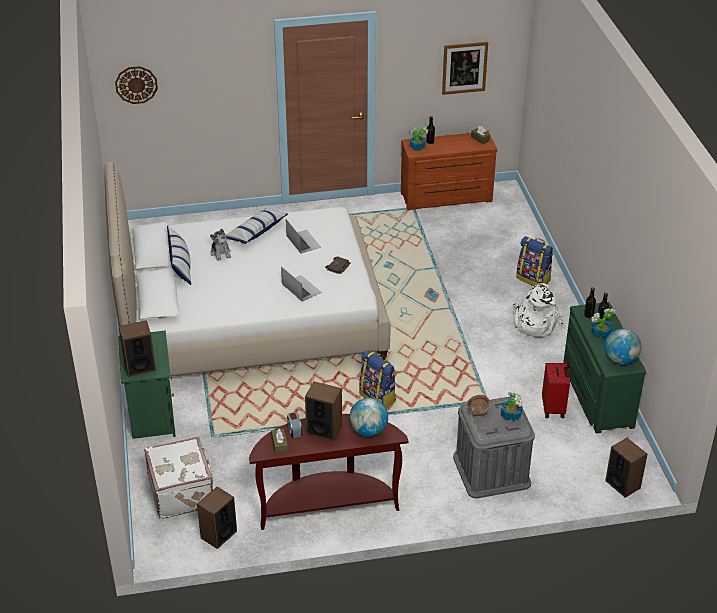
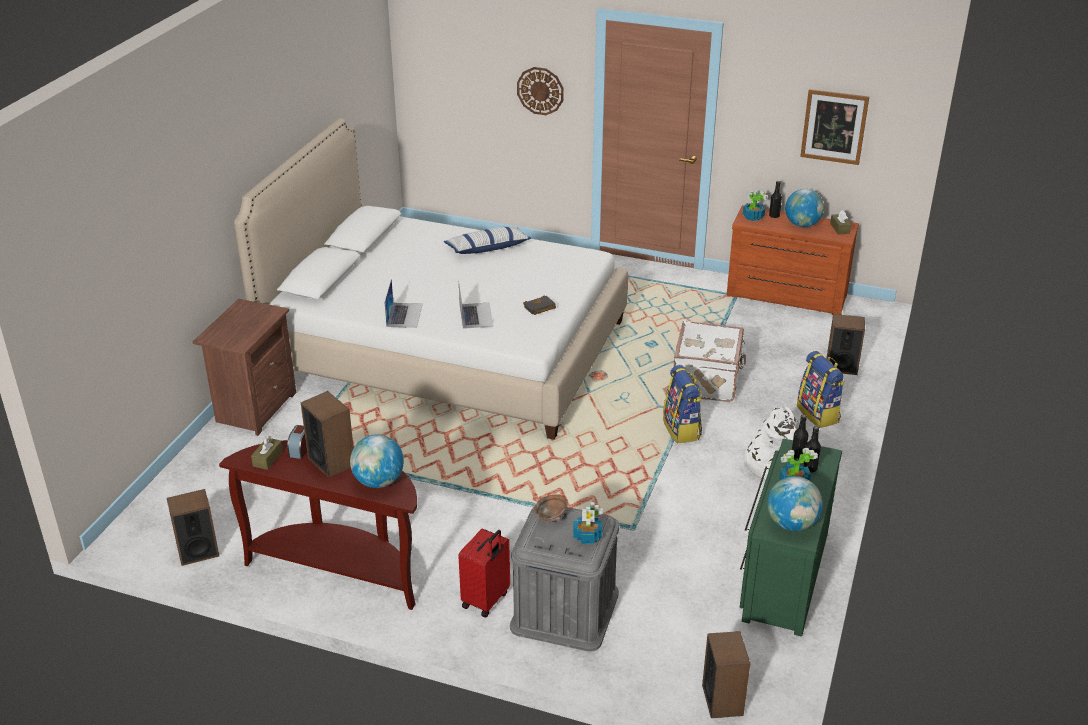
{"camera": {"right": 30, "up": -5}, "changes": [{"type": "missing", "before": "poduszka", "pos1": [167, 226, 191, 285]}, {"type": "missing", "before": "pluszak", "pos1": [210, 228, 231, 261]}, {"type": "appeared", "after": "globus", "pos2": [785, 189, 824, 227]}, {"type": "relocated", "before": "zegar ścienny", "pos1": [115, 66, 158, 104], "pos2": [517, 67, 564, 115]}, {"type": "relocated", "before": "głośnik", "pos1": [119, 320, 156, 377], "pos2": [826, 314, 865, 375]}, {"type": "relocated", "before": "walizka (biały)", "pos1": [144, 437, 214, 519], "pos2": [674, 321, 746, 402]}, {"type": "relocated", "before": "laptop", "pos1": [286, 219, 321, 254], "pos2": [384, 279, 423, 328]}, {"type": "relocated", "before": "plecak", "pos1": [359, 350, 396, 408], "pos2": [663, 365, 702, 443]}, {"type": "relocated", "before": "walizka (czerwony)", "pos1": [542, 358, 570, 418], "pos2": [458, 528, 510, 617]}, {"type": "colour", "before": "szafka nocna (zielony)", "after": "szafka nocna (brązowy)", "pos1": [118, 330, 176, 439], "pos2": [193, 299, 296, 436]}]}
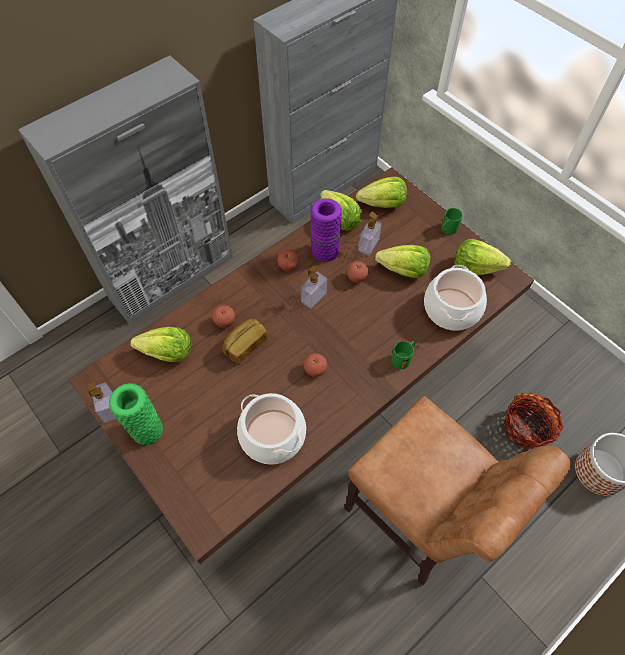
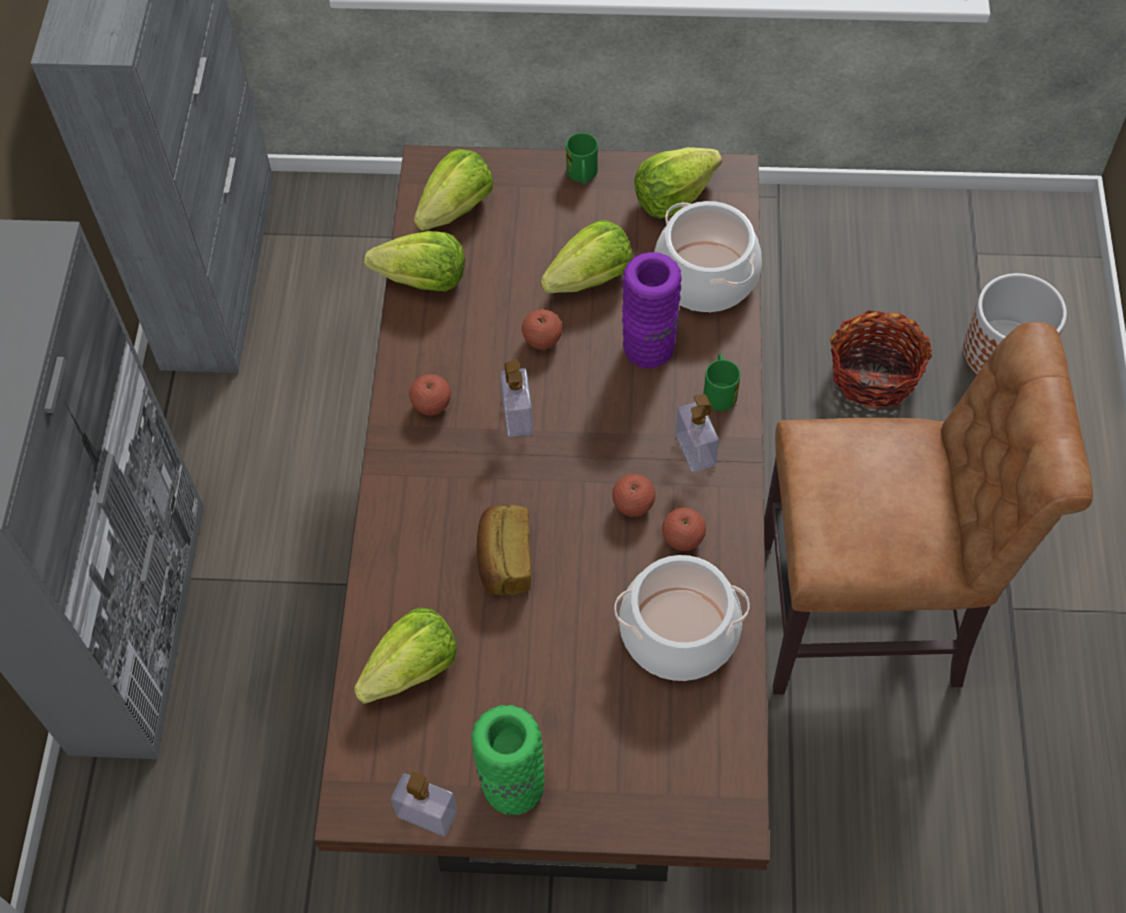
{"camera": {"right": -45, "up": 0}, "changes": [{"type": "relocated", "before": "jabłko", "pos1": [212, 305, 235, 328], "pos2": [662, 507, 706, 551]}, {"type": "relocated", "before": "wazon (fioletowy)", "pos1": [310, 198, 342, 262], "pos2": [622, 252, 682, 368]}, {"type": "relocated", "before": "dozownik mydła", "pos1": [358, 211, 382, 255], "pos2": [676, 394, 719, 472]}]}
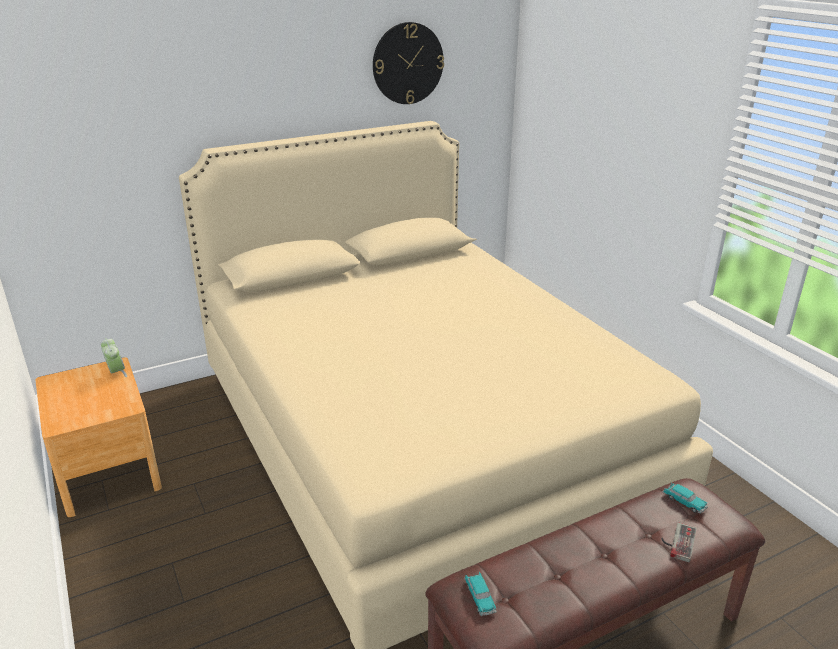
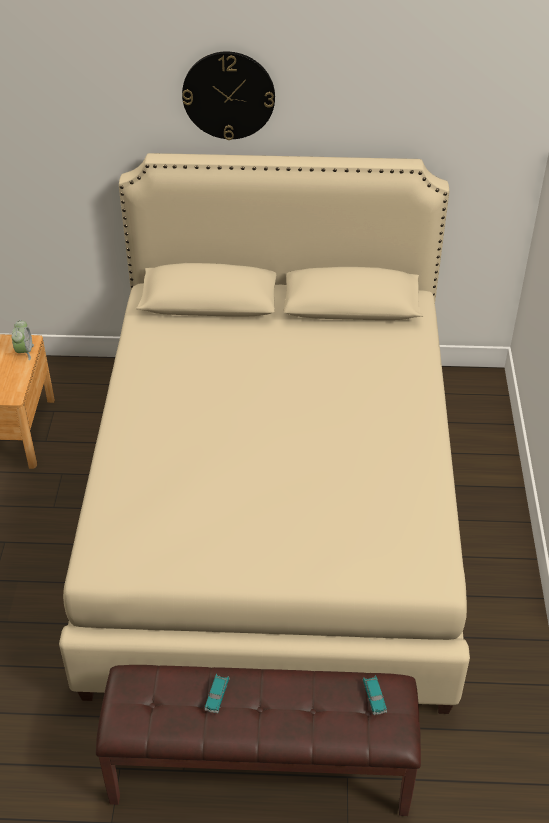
{"camera": {"right": 30, "up": 15}, "changes": [{"type": "missing", "before": "pad do gier", "pos1": [661, 522, 697, 563]}, {"type": "relocated", "before": "zegar ścienny", "pos1": [373, 22, 444, 104], "pos2": [182, 51, 275, 140]}, {"type": "relocated", "before": "samochodzik", "pos1": [464, 572, 497, 616], "pos2": [204, 673, 230, 714]}]}
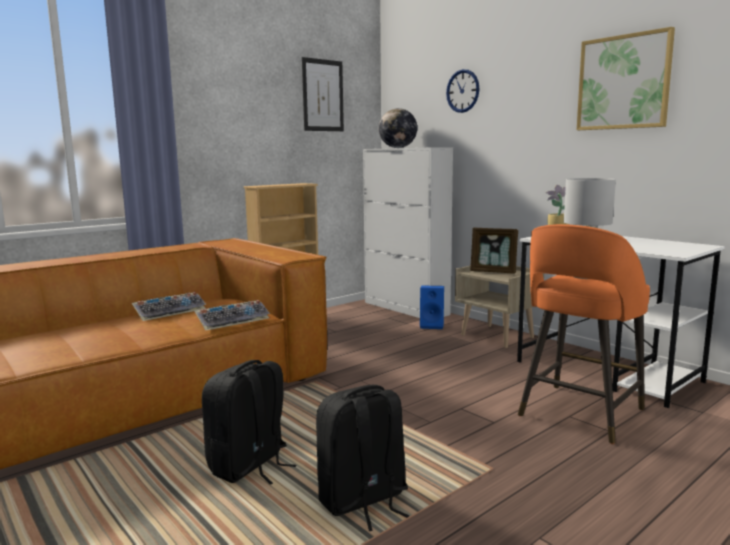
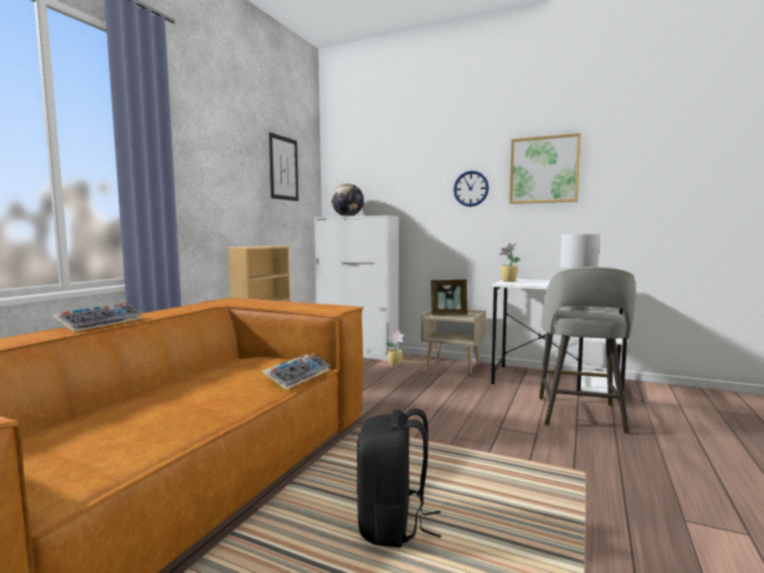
{"camera": {"right": -25, "up": -5}, "changes": [{"type": "missing", "before": "plecak (czarny)", "pos1": [316, 385, 409, 531]}, {"type": "relocated", "before": "klawiatura", "pos1": [132, 292, 206, 321], "pos2": [52, 302, 143, 332]}, {"type": "relocated", "before": "zegar ścienny", "pos1": [446, 69, 480, 113], "pos2": [453, 171, 489, 207]}, {"type": "exchanged", "before": "głośnik (niebieski)", "after": "roślina doniczkowa", "pos1": [420, 285, 444, 329], "pos2": [386, 329, 405, 366]}, {"type": "colour", "before": "stołek (pomarańczowy)", "after": "stołek (szary)", "pos1": [518, 224, 650, 444], "pos2": [539, 267, 635, 434]}]}
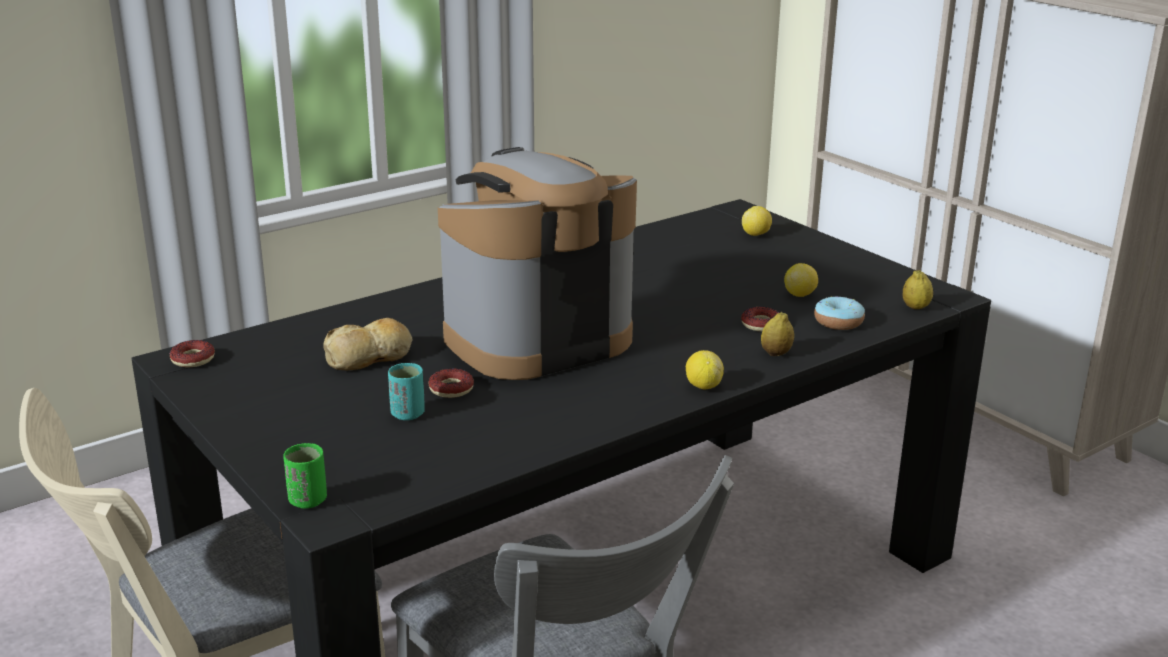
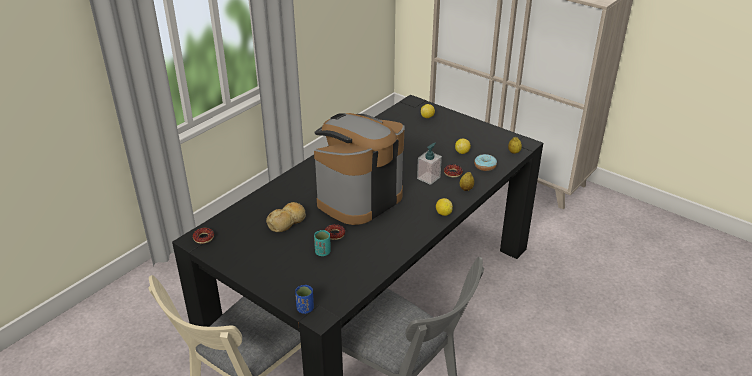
{"camera": {"right": -15, "up": 10}, "changes": [{"type": "appeared", "after": "dozownik mydła", "pos2": [417, 143, 442, 185]}, {"type": "colour", "before": "filiżanka (zielony)", "after": "filiżanka (niebieski)", "pos1": [283, 443, 327, 509], "pos2": [295, 285, 314, 314]}]}
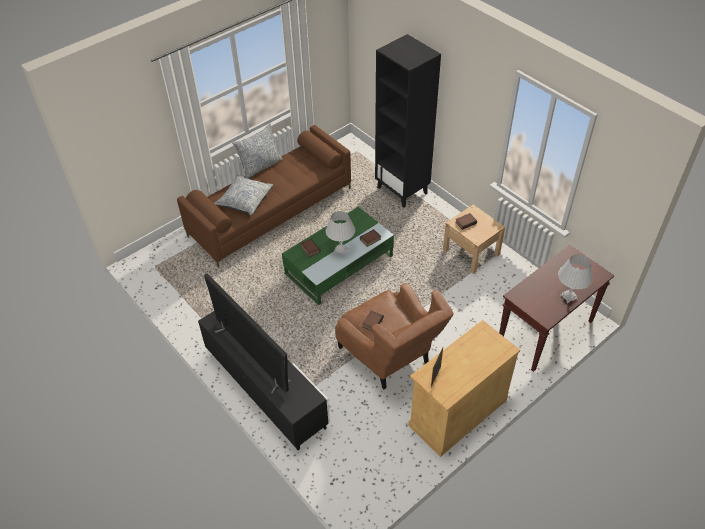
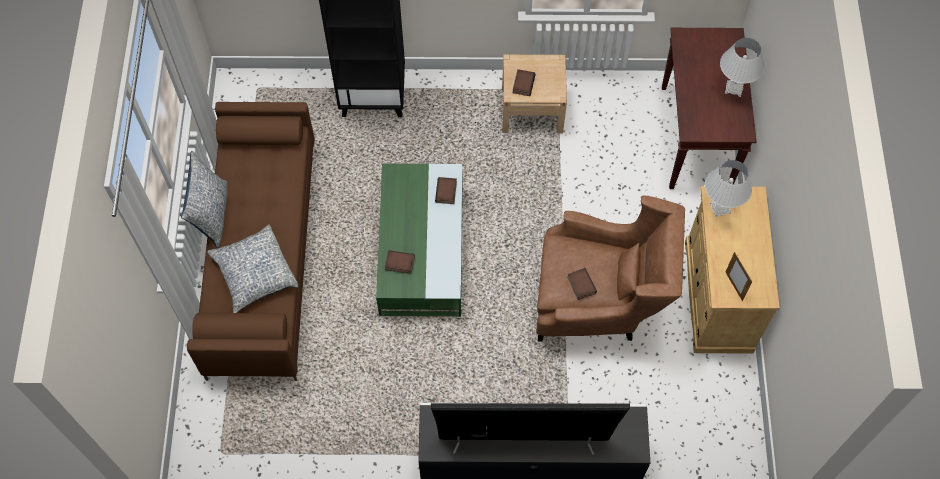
{"camera": {"right": -50, "up": 15}, "changes": [{"type": "relocated", "before": "lampa stołowa (biały)", "pos1": [326, 211, 355, 255], "pos2": [705, 160, 752, 218]}]}
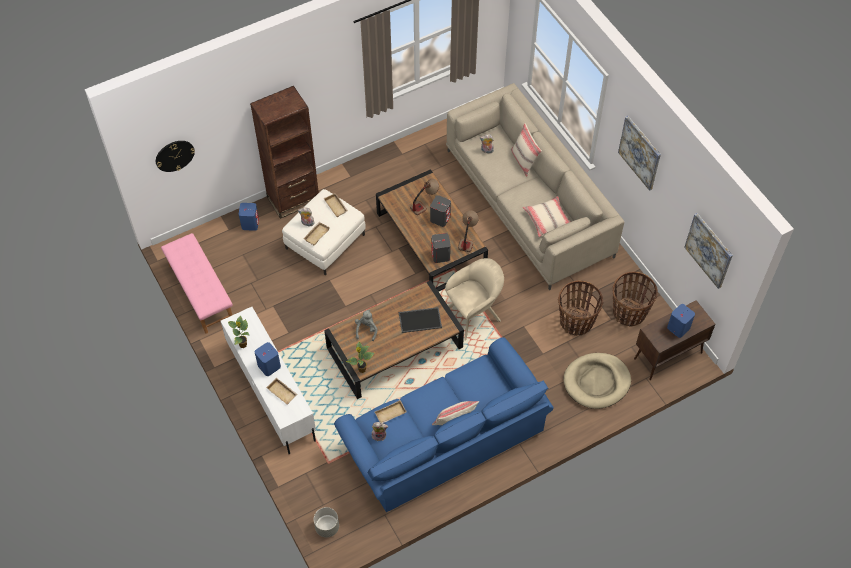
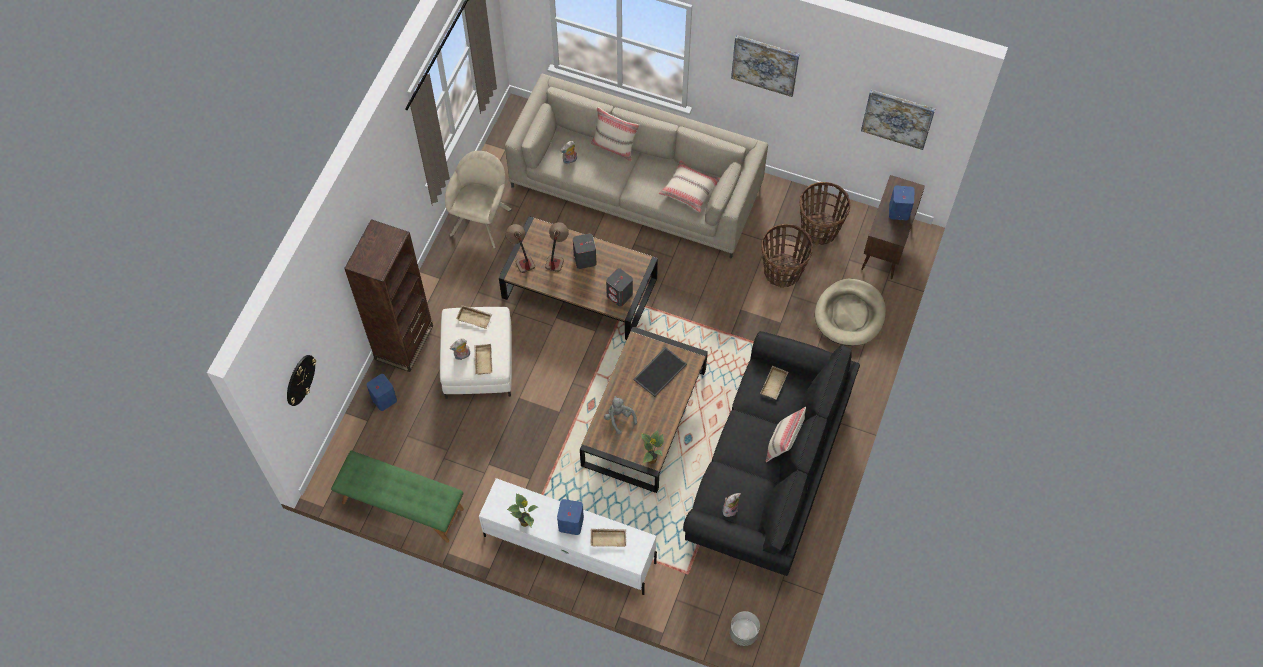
{"camera": {"right": -40, "up": 5}, "changes": [{"type": "relocated", "before": "taca (beżowy)", "pos1": [375, 400, 406, 423], "pos2": [761, 366, 788, 400]}, {"type": "relocated", "before": "fotel (beżowy)", "pos1": [445, 258, 504, 341], "pos2": [445, 151, 512, 249]}, {"type": "relocated", "before": "lampa stołowa", "pos1": [458, 210, 479, 252], "pos2": [506, 224, 535, 273]}, {"type": "colour", "before": "ławka (różowy)", "after": "ławka (zielony)", "pos1": [161, 233, 233, 334], "pos2": [331, 451, 464, 543]}, {"type": "colour", "before": "kanapa (niebieski)", "after": "kanapa (czarny)", "pos1": [334, 337, 553, 512], "pos2": [683, 331, 860, 576]}]}
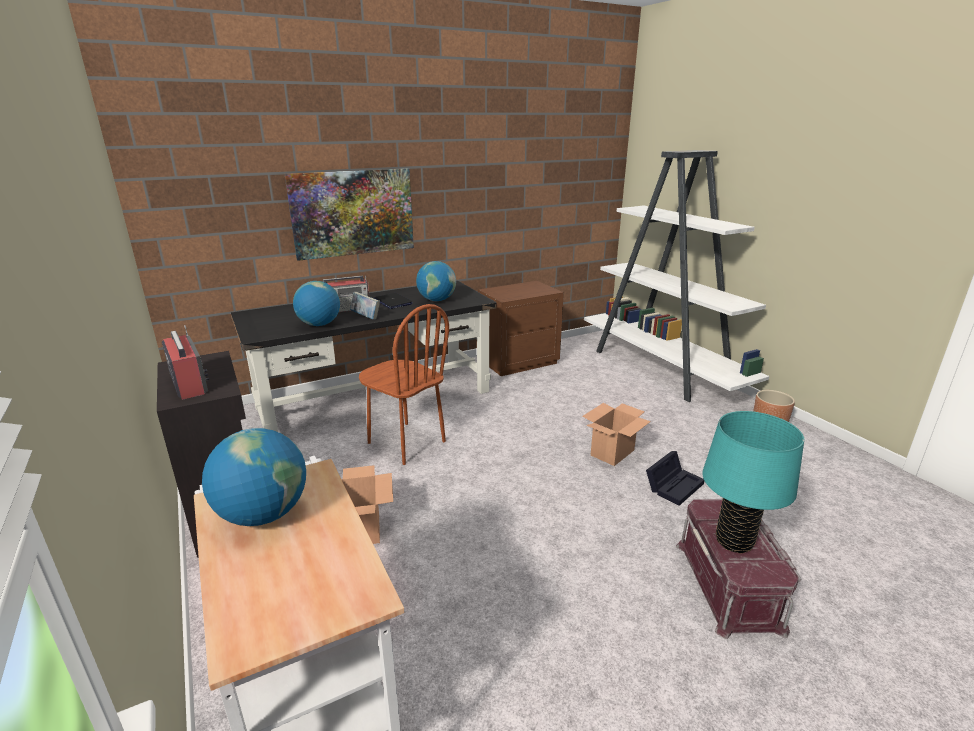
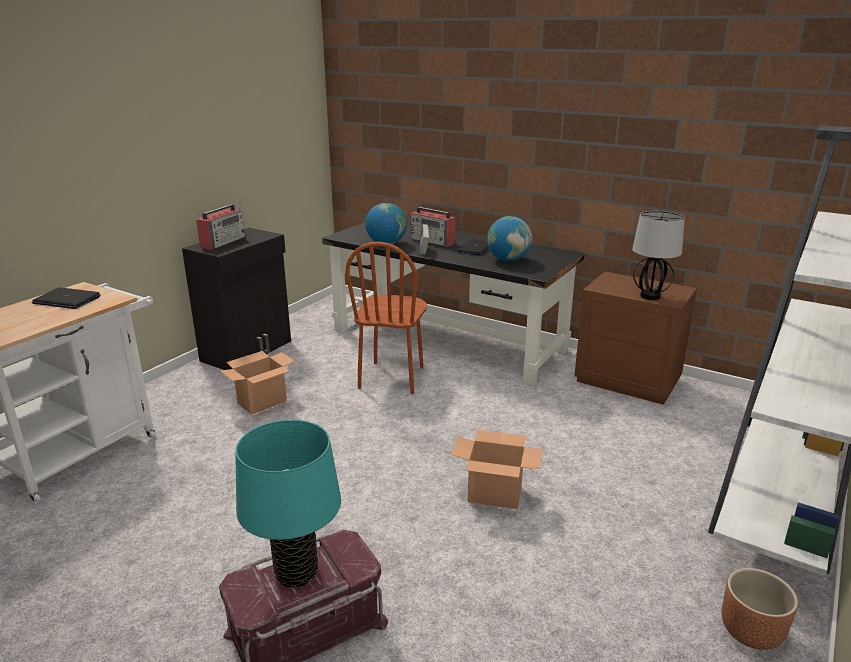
{"camera": {"right": 60, "up": 0}, "changes": [{"type": "missing", "before": "obraz", "pos1": [285, 168, 414, 261]}, {"type": "missing", "before": "pojemnik do przechowywania (czarny)", "pos1": [646, 451, 704, 506]}, {"type": "appeared", "after": "lampa stołowa", "pos2": [632, 211, 685, 300]}, {"type": "exchanged", "before": "globus", "after": "laptop", "pos1": [202, 428, 306, 526], "pos2": [32, 288, 101, 309]}]}
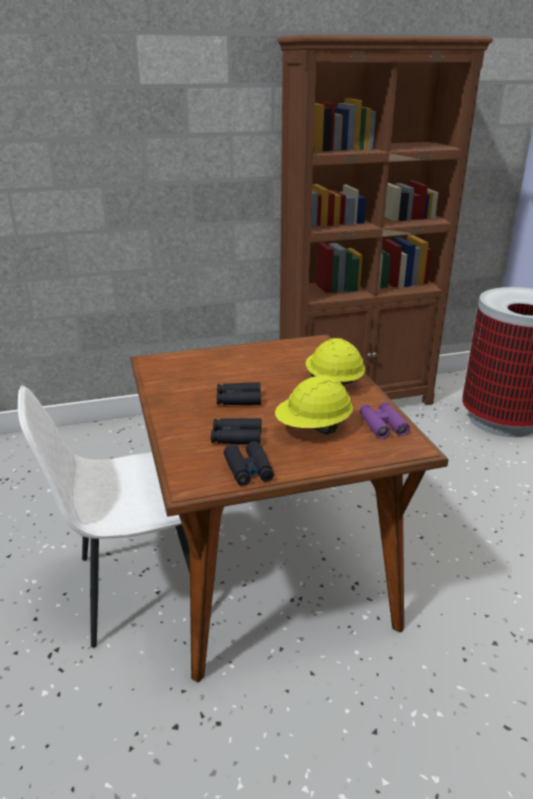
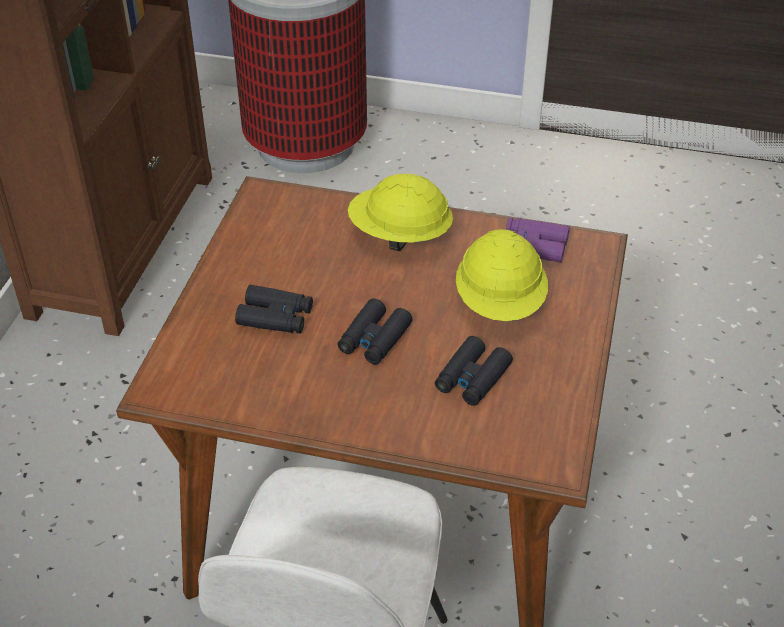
{"camera": {"right": -60, "up": 15}, "changes": [{"type": "relocated", "before": "lornetka (czarny)", "pos1": [224, 441, 274, 486], "pos2": [235, 285, 313, 334]}]}
